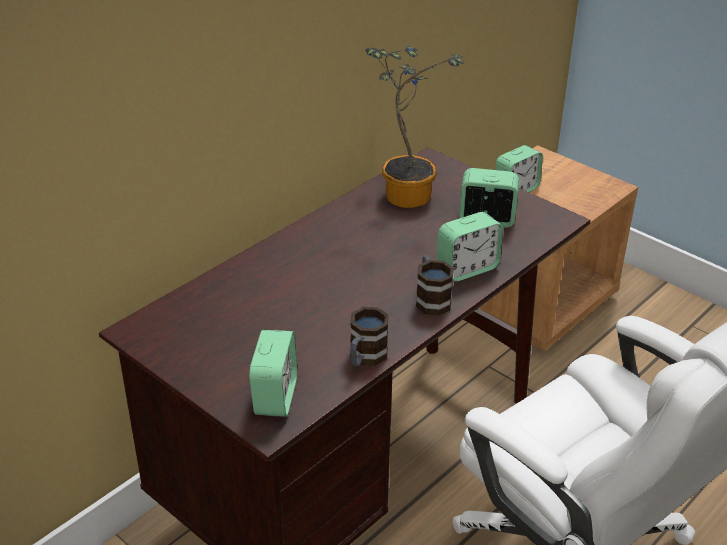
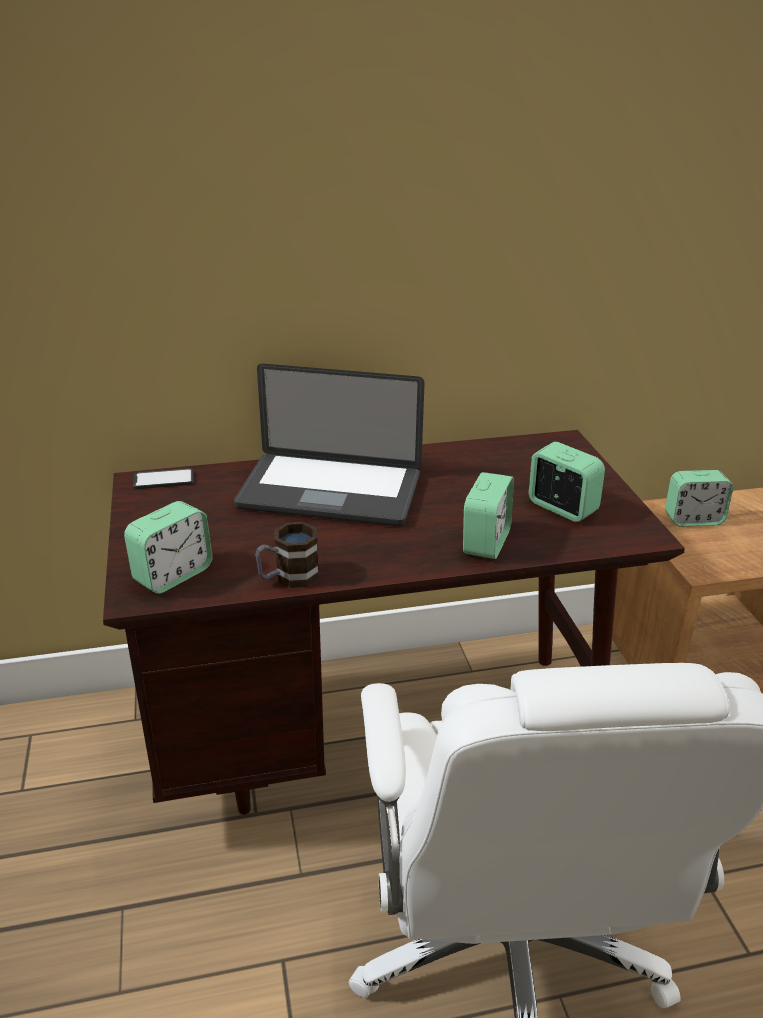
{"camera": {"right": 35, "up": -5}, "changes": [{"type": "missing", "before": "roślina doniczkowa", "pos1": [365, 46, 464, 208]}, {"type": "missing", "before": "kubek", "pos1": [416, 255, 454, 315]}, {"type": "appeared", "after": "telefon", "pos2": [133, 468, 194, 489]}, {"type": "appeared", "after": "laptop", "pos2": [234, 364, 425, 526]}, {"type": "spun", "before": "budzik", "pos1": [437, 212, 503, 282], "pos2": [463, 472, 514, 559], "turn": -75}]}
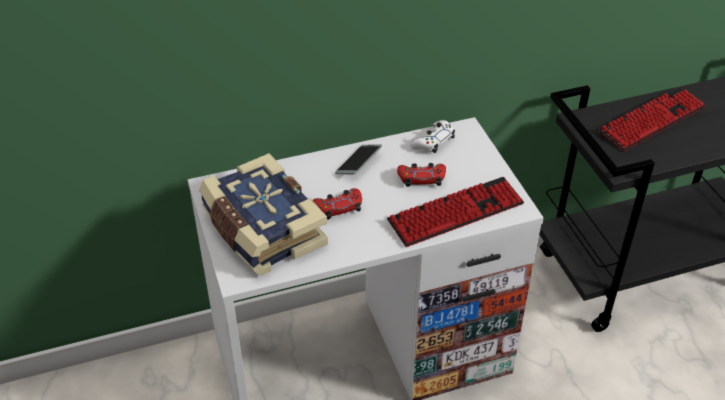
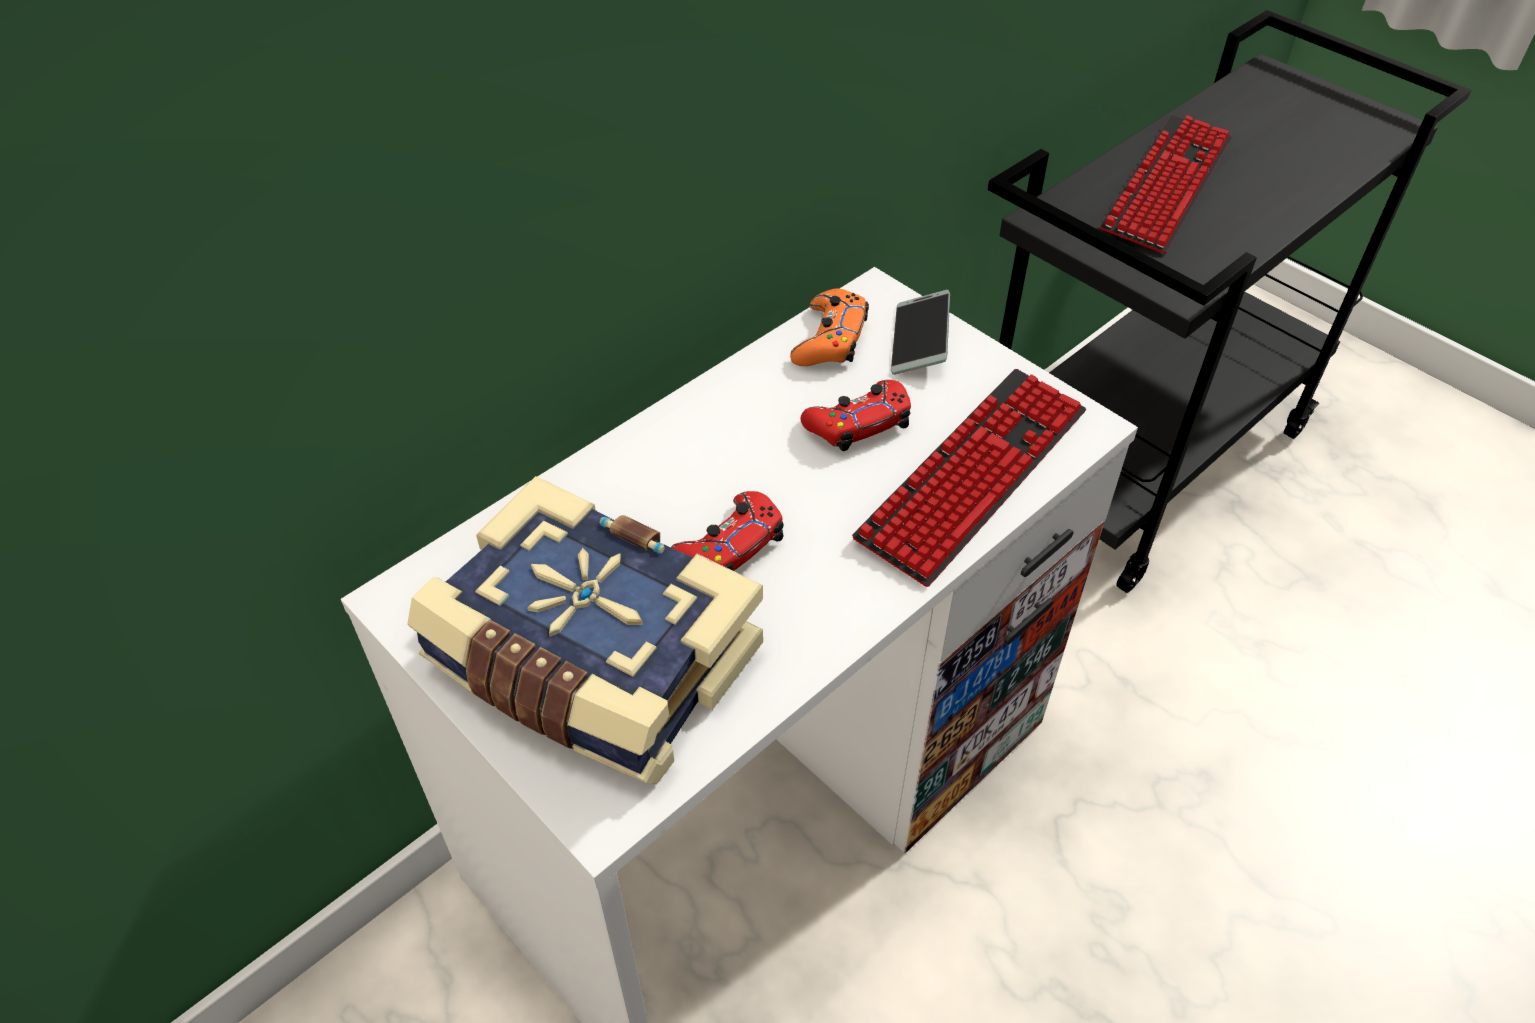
{"camera": {"right": -25, "up": 5}, "changes": [{"type": "relocated", "before": "telefon", "pos1": [335, 144, 382, 174], "pos2": [891, 290, 950, 375]}, {"type": "colour", "before": "pad do gier (biały)", "after": "pad do gier (pomarańczowy)", "pos1": [410, 120, 455, 153], "pos2": [790, 289, 869, 366]}]}
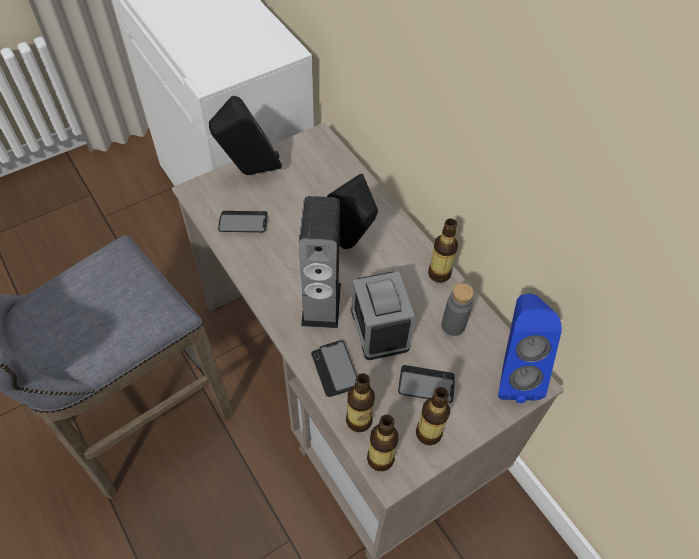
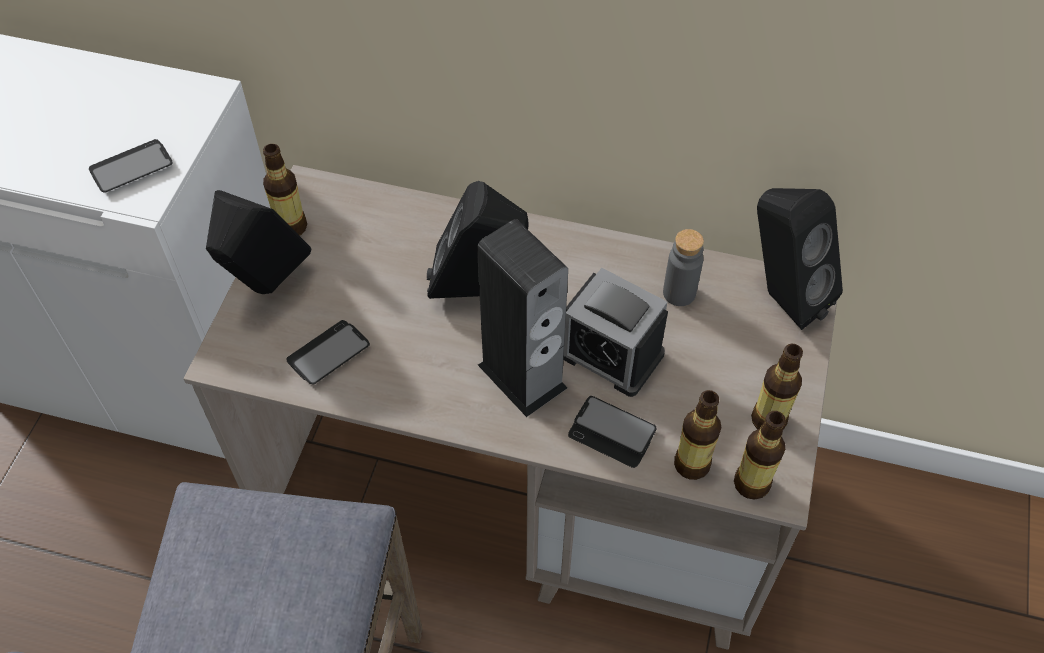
{"camera": {"right": -40, "up": 0}, "changes": [{"type": "relocated", "before": "telefon", "pos1": [398, 365, 455, 403], "pos2": [89, 139, 173, 193]}, {"type": "relocated", "before": "butelka", "pos1": [428, 218, 458, 283], "pos2": [263, 144, 307, 236]}, {"type": "colour", "before": "głośnik (niebieski)", "after": "głośnik (czarny)", "pos1": [498, 293, 562, 403], "pos2": [757, 188, 843, 330]}]}
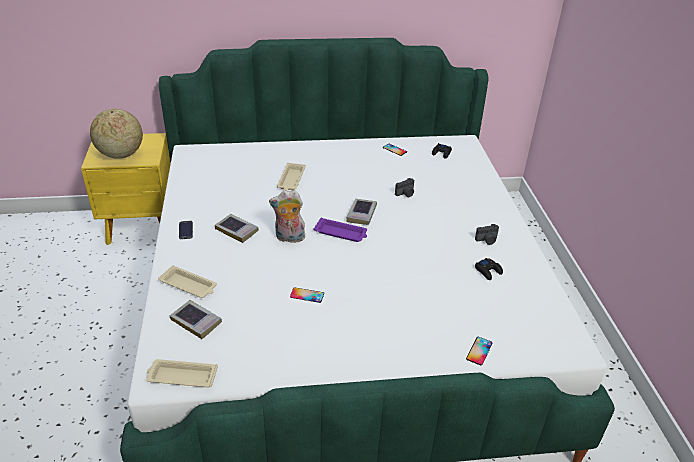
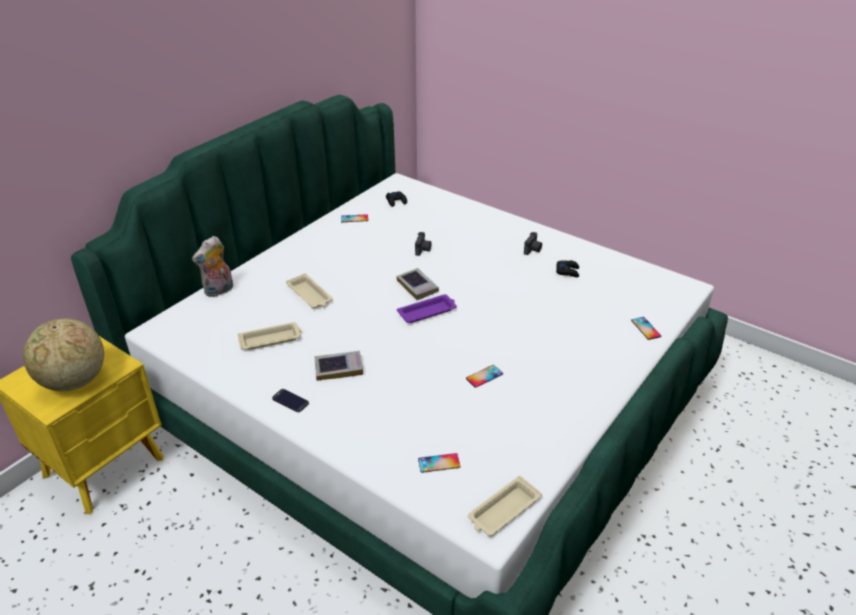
{"camera": {"right": -45, "up": 0}, "changes": [{"type": "relocated", "before": "taca (beżowy)", "pos1": [158, 265, 217, 298], "pos2": [238, 322, 302, 350]}, {"type": "relocated", "before": "pluszak", "pos1": [269, 190, 305, 243], "pos2": [192, 236, 233, 297]}, {"type": "exchanged", "before": "książka", "after": "telefon", "pos1": [170, 300, 222, 339], "pos2": [418, 453, 460, 473]}]}
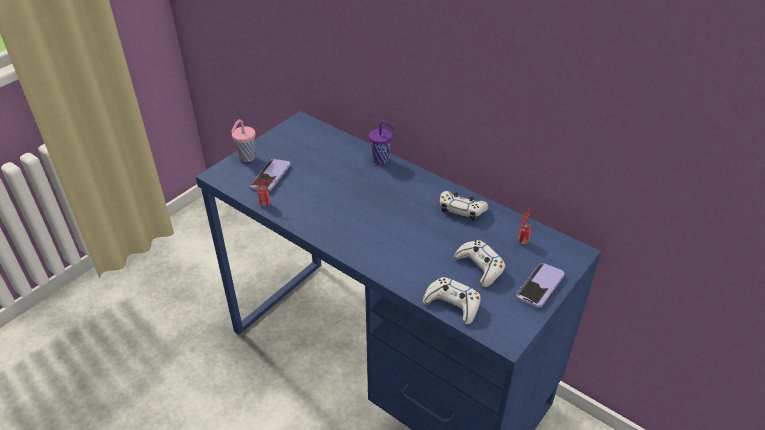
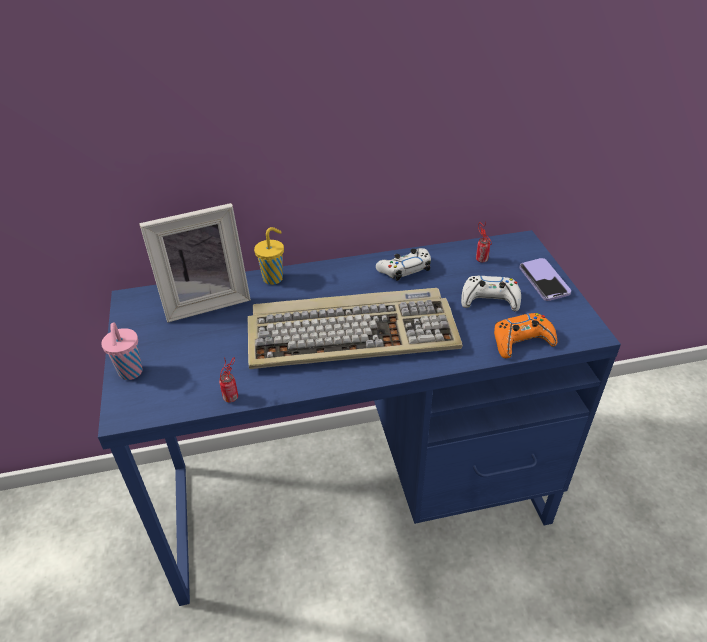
{"camera": {"right": -50, "up": 0}, "changes": [{"type": "missing", "before": "telefon", "pos1": [250, 159, 291, 191]}, {"type": "appeared", "after": "ramka na zdjęcie", "pos2": [139, 203, 251, 322]}, {"type": "appeared", "after": "klawiatura", "pos2": [248, 288, 463, 369]}, {"type": "colour", "before": "filiżanka (fioletowy)", "after": "filiżanka (żółty)", "pos1": [369, 120, 395, 164], "pos2": [254, 227, 284, 285]}, {"type": "colour", "before": "pad do gier (biały)", "after": "pad do gier (pomarańczowy)", "pos1": [423, 277, 480, 324], "pos2": [494, 313, 557, 358]}]}
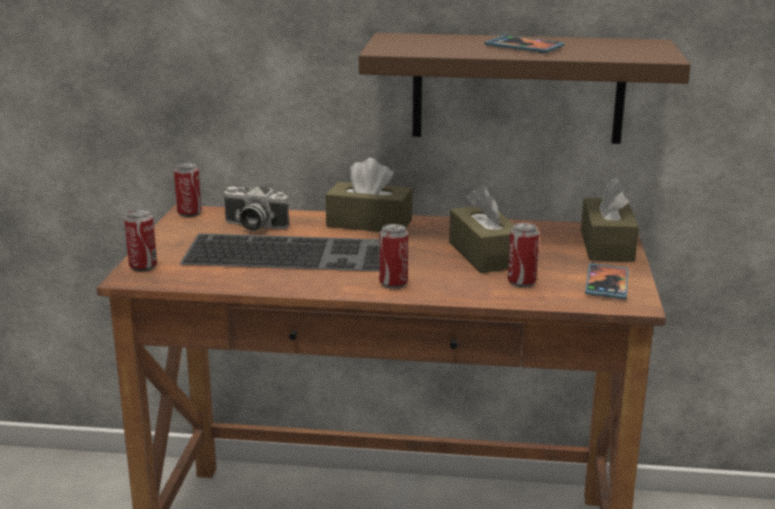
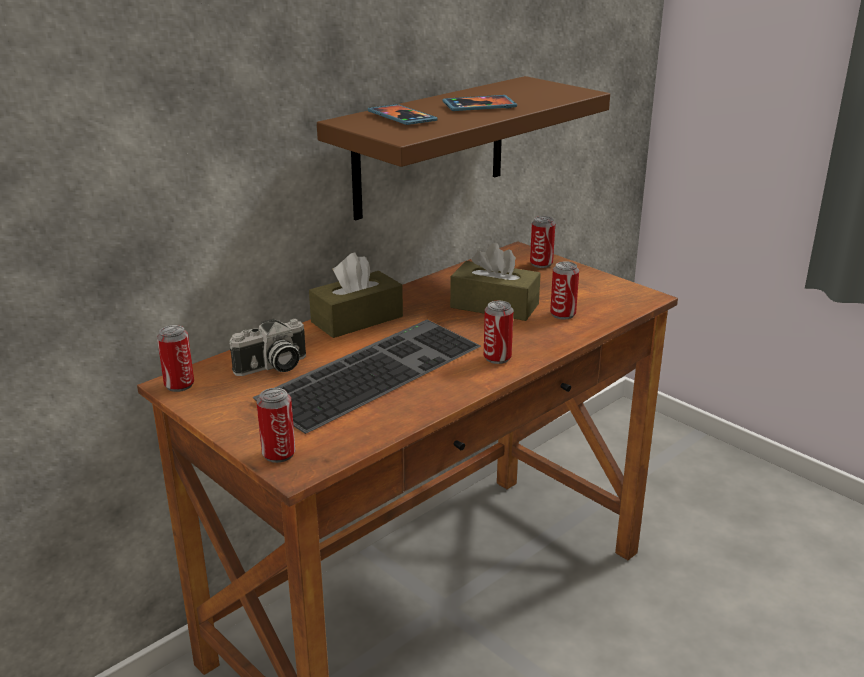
{"camera": {"right": -50, "up": 5}, "changes": [{"type": "relocated", "before": "telefon", "pos1": [585, 263, 629, 299], "pos2": [368, 104, 438, 125]}, {"type": "exchanged", "before": "pudełko chusteczek (brązowy)", "after": "puszka", "pos1": [581, 178, 639, 262], "pos2": [530, 216, 555, 268]}]}
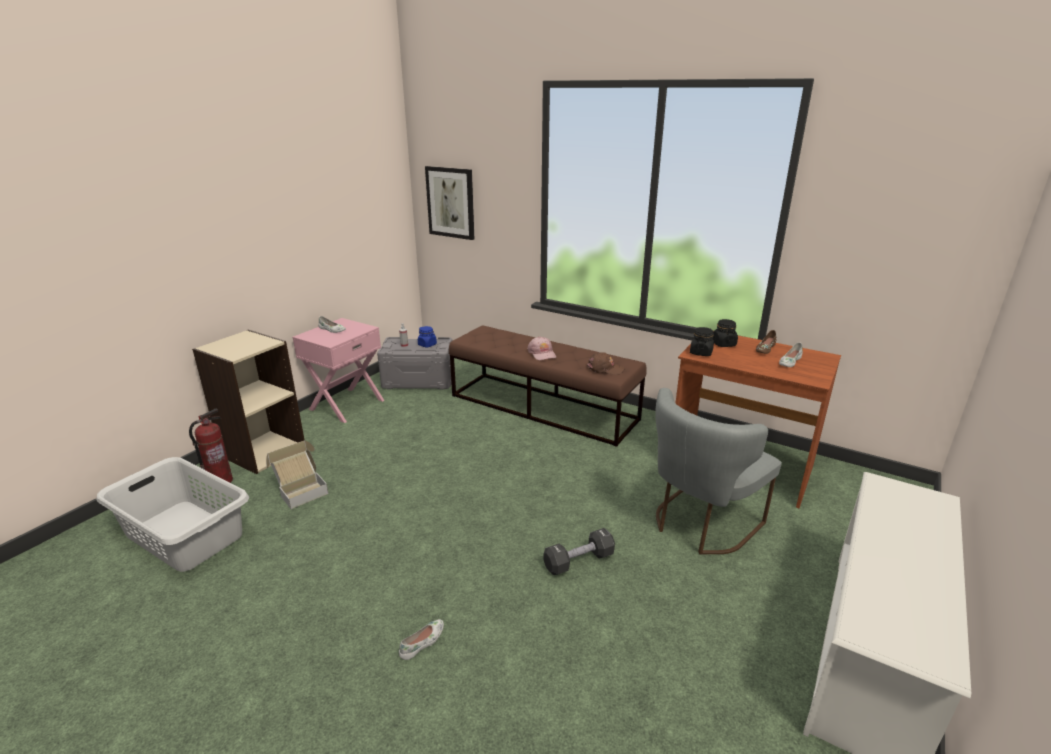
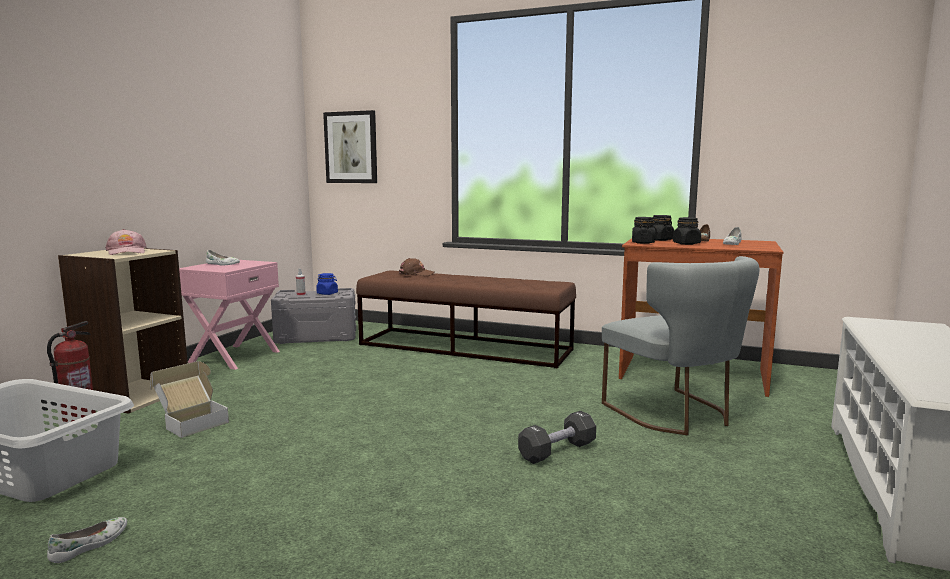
{"camera": {"right": -10, "up": -15}, "changes": [{"type": "appeared", "after": "słoik (czarny)", "pos2": [673, 217, 701, 245]}, {"type": "relocated", "before": "but (biały)", "pos1": [399, 619, 444, 660], "pos2": [47, 517, 127, 563]}, {"type": "relocated", "before": "czapka z daszkiem (różowy)", "pos1": [527, 336, 556, 360], "pos2": [105, 229, 146, 255]}, {"type": "relocated", "before": "czapka z daszkiem (brązowy)", "pos1": [587, 352, 625, 375], "pos2": [399, 258, 434, 276]}, {"type": "spun", "before": "krzesło (szary)", "pos1": [655, 388, 782, 554], "pos2": [602, 256, 759, 435], "turn": -60}]}
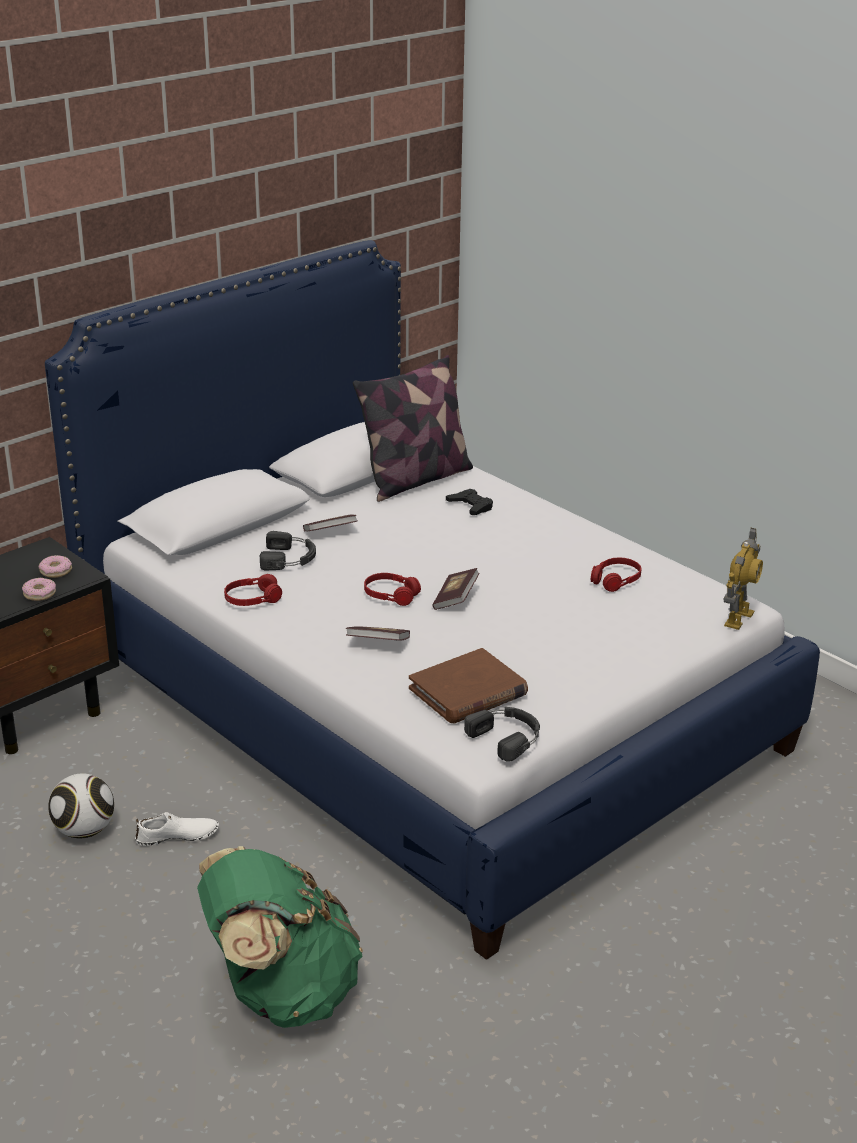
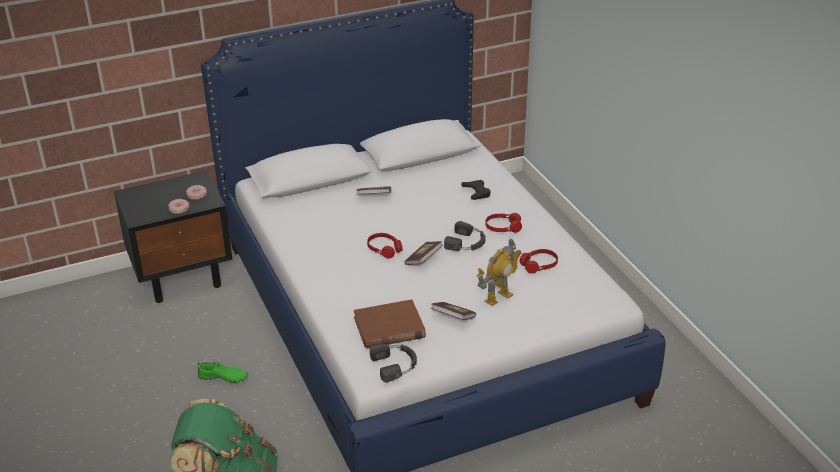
{"camera": {"right": 20, "up": 5}, "changes": [{"type": "missing", "before": "piłka futbolowa", "pos1": [48, 773, 114, 839]}, {"type": "missing", "before": "poduszka", "pos1": [353, 355, 473, 502]}, {"type": "relocated", "before": "słuchawki (czerwony)", "pos1": [224, 574, 282, 606], "pos2": [485, 213, 522, 233]}, {"type": "relocated", "before": "słuchawki (czarny)", "pos1": [260, 531, 316, 570], "pos2": [444, 221, 485, 251]}, {"type": "relocated", "before": "książka", "pos1": [346, 626, 410, 641], "pos2": [431, 302, 476, 320]}, {"type": "relocated", "before": "robot zabawkowy", "pos1": [723, 528, 763, 630], "pos2": [476, 238, 521, 306]}, {"type": "colour", "before": "but (biały)", "after": "but (zielony)", "pos1": [135, 812, 219, 846], "pos2": [198, 361, 248, 383]}]}
